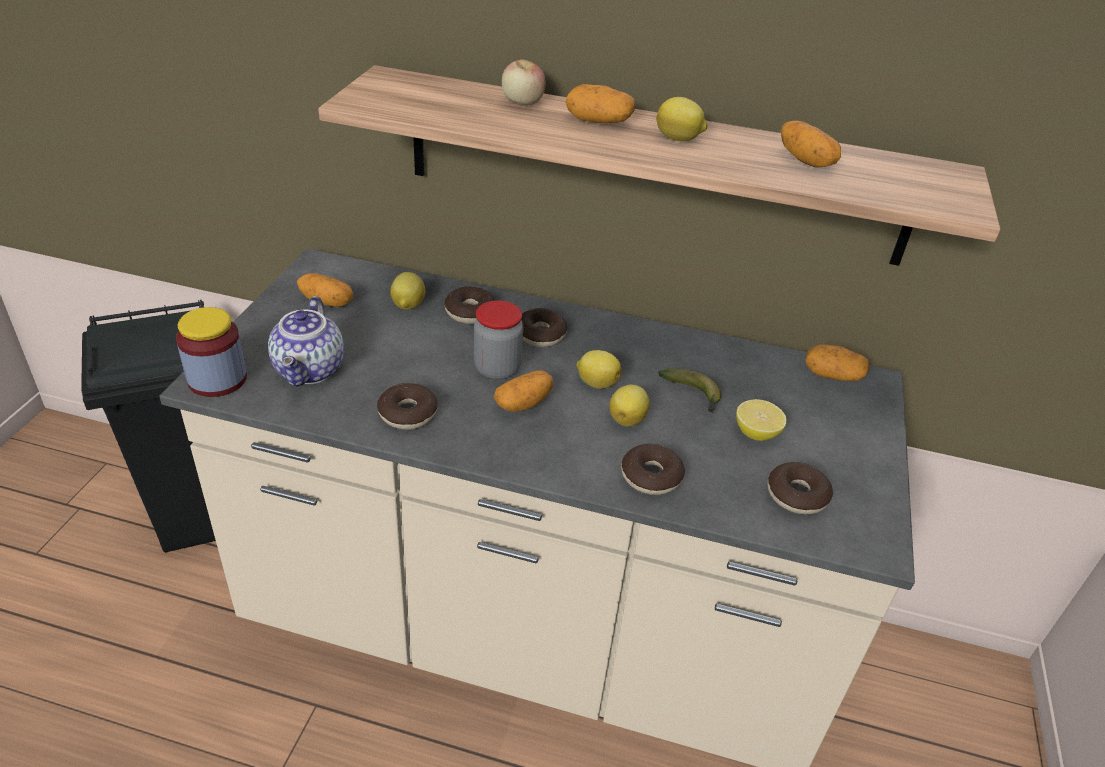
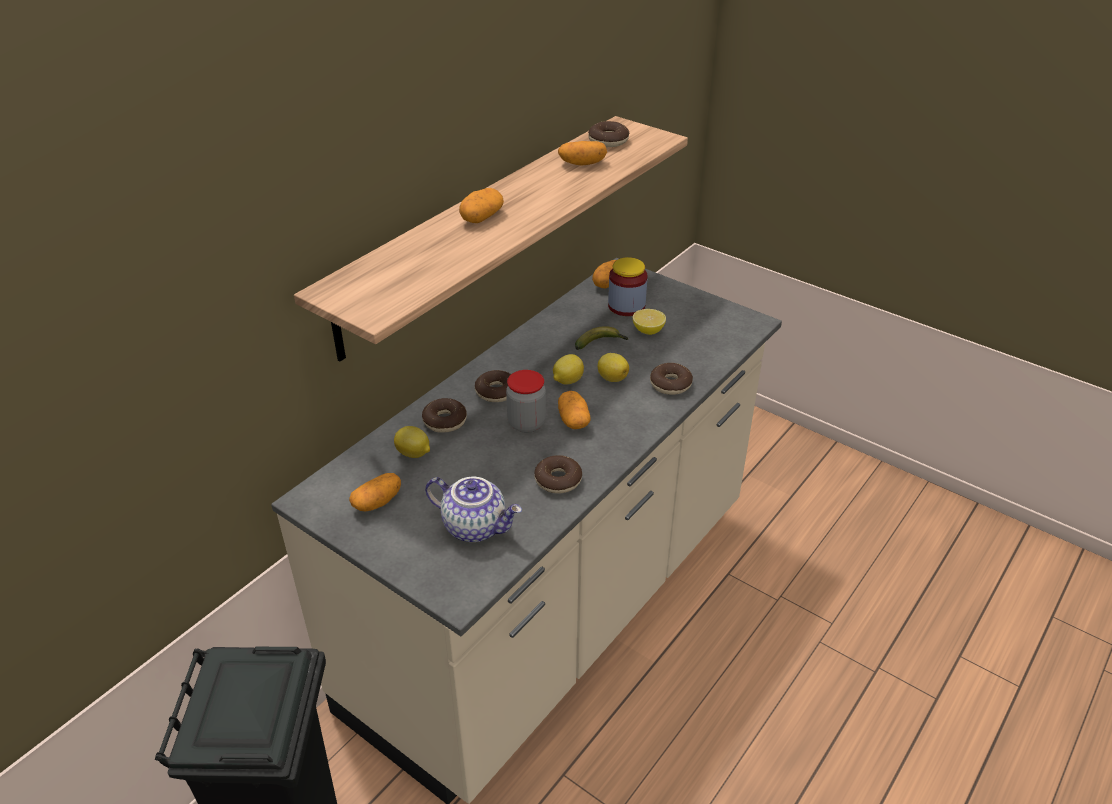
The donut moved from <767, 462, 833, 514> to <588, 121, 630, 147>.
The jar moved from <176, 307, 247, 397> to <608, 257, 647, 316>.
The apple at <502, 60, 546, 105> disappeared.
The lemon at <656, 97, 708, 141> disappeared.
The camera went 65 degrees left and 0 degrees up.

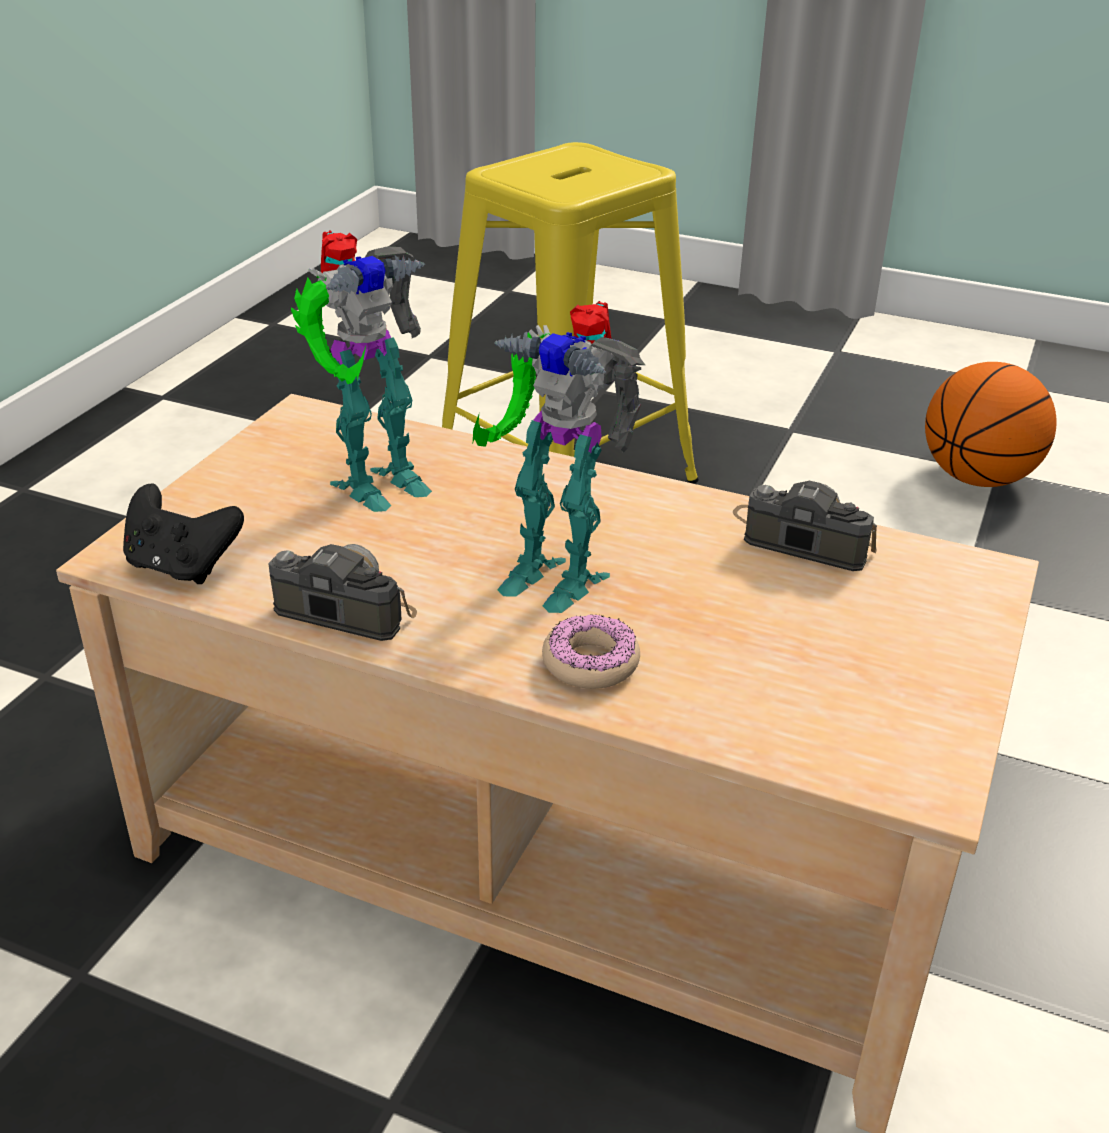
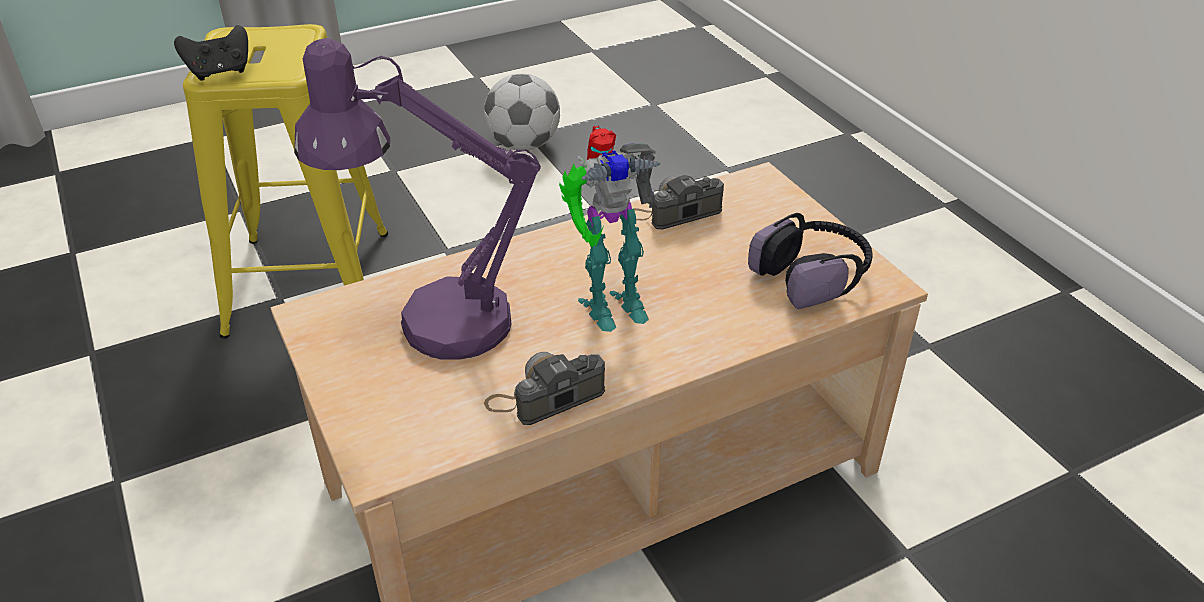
The black game controller moved from <123, 484, 244, 584> to <174, 25, 248, 81>.
The toy robot at <291, 231, 432, 512> was replaced by the purple table lamp at <294, 38, 541, 360>.
The basketball at <925, 362, 1057, 487> was replaced by the football at <484, 73, 560, 150>.
The headphones at <748, 213, 872, 309> appeared.
The donut at <542, 614, 640, 689> disappeared.
The camera went 50 degrees left and 5 degrees up.

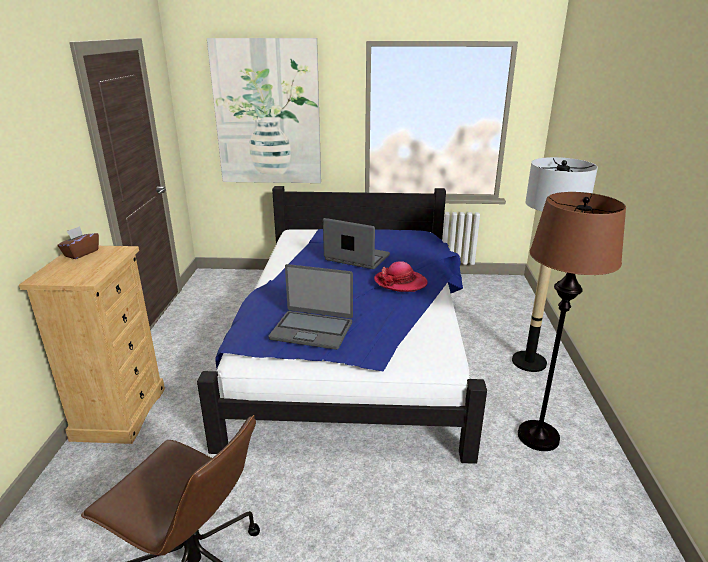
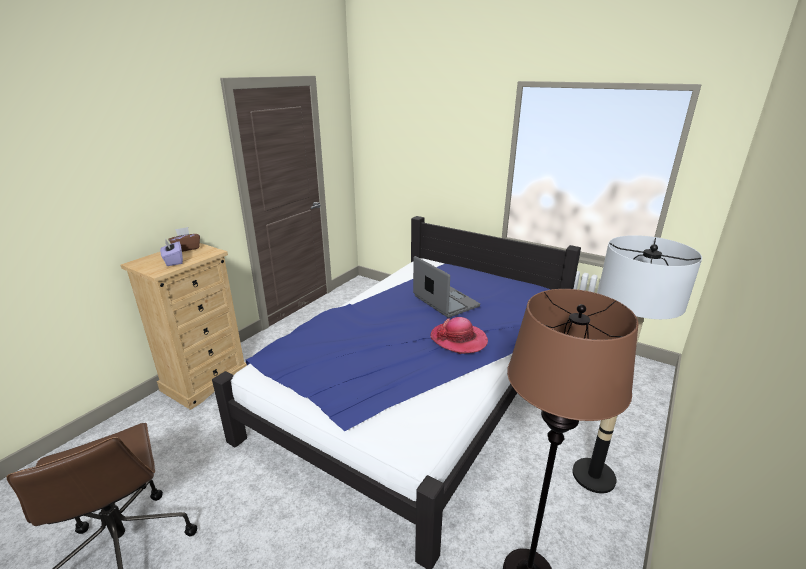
The purple tissue box at <160, 240, 183, 266> appeared.
The picture at <207, 38, 321, 183> disappeared.
The laptop at <268, 264, 353, 350> disappeared.
The camera went 30 degrees right and 0 degrees up.

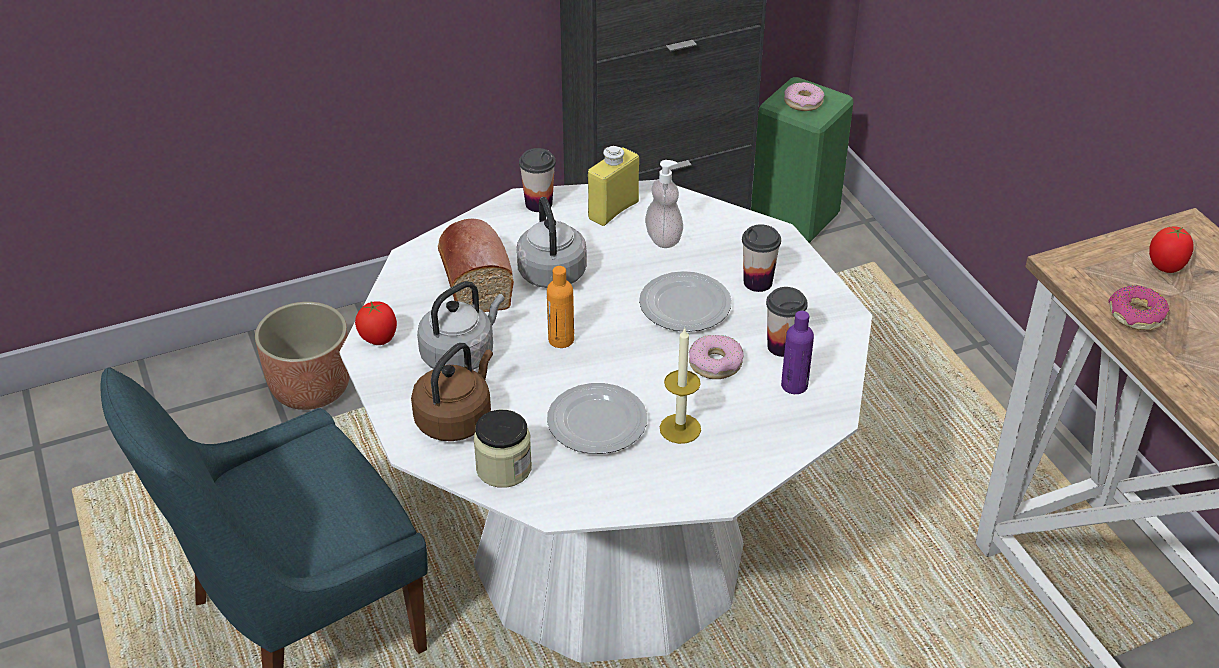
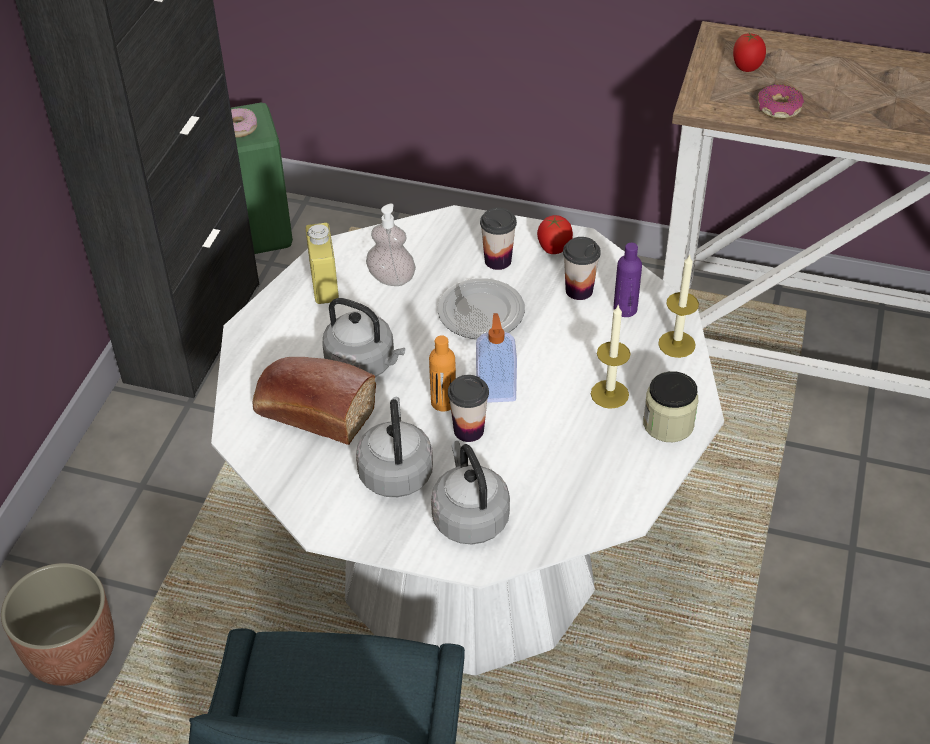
The brown kettle at <411, 343, 493, 441> became the grey kettle at <431, 441, 510, 544>.
The cup moved from <519, 148, 556, 212> to <448, 375, 489, 442>.
The soap dispenser at <476, 313, 517, 403> appeared.
The tomato moved from <355, 301, 397, 345> to <537, 215, 573, 254>.
The jar moved from <474, 410, 532, 488> to <643, 371, 698, 442>.
The candle at <658, 254, 699, 358> appeared.
The plate at <547, 383, 647, 454> disappeared.
The donut at <689, 335, 744, 379> disappeared.
The camera went 50 degrees left and 5 degrees up.

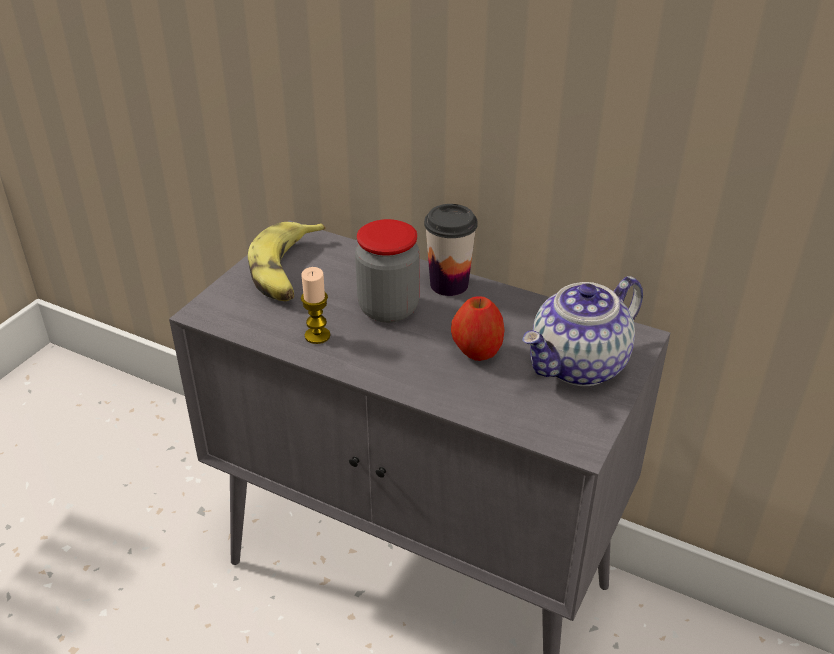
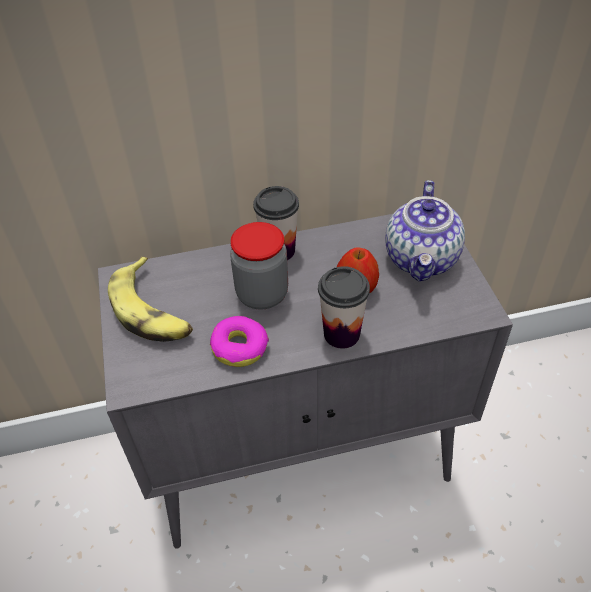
The candle at <301, 267, 330, 344> was replaced by the donut at <210, 316, 269, 367>.
The cup at <318, 266, 370, 349> appeared.
The camera went 40 degrees left and 10 degrees up.

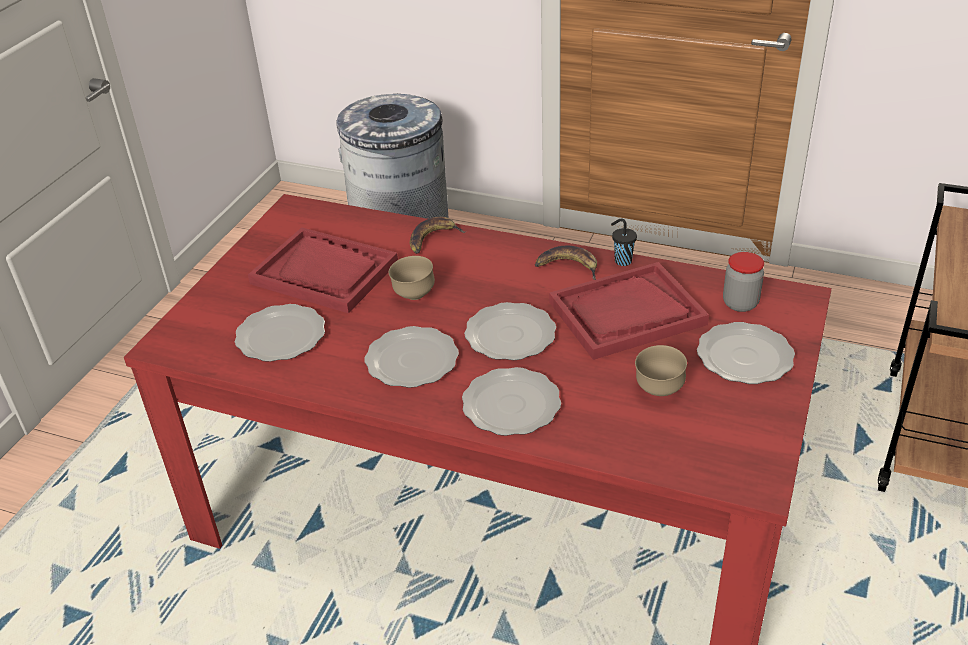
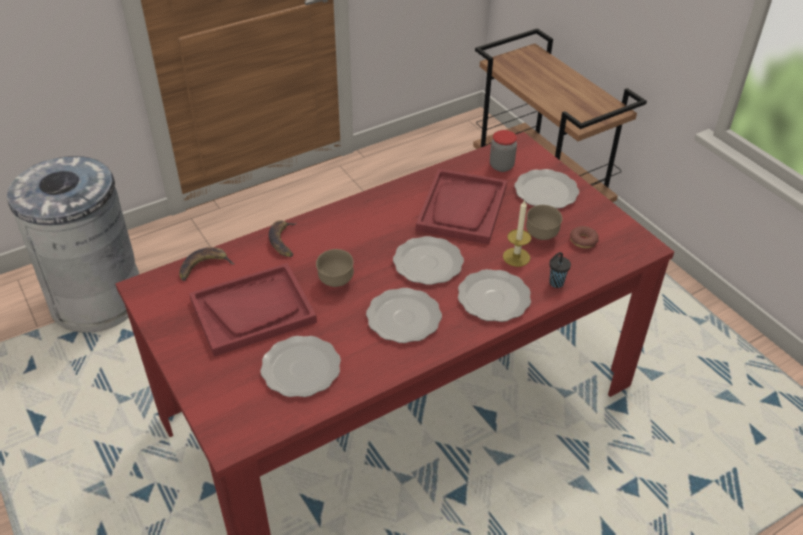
The banana moved from <535, 246, 597, 280> to <179, 247, 234, 281>.
The candle at <503, 199, 531, 267> appeared.
The black cup moved from <611, 219, 637, 266> to <549, 252, 571, 288>.
The donut at <570, 226, 599, 248> appeared.
The camera went 55 degrees left and 5 degrees up.

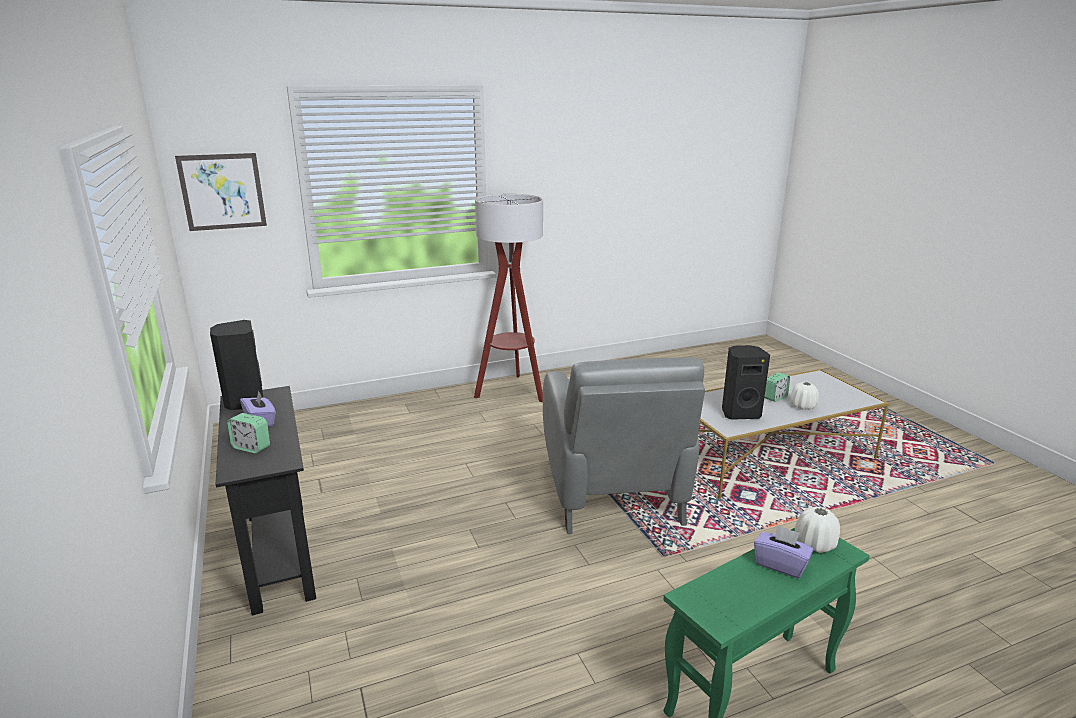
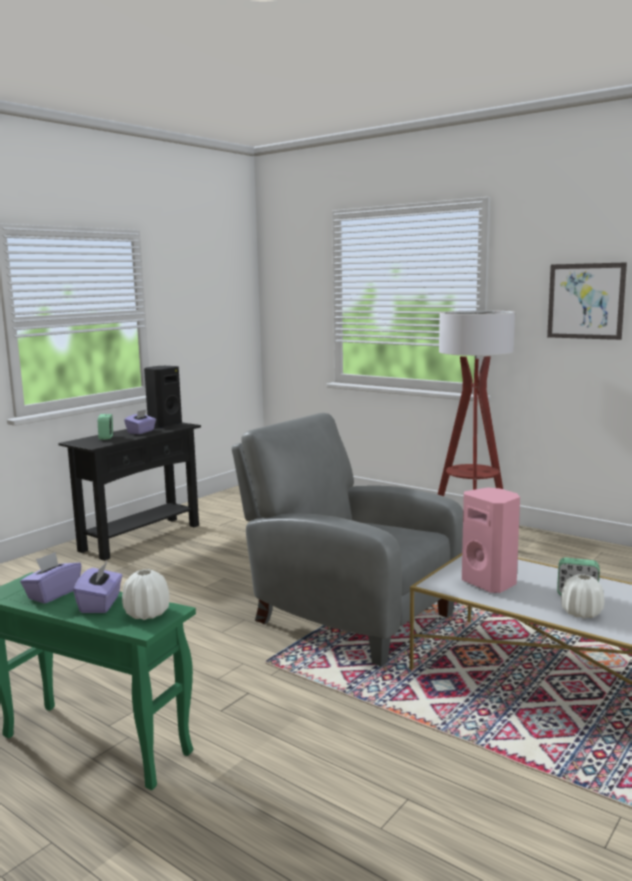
The purple tissue box at <20, 552, 81, 604> appeared.
The grey armchair at <543, 357, 705, 534> turned 75 degrees clockwise.
The black speaker at <722, 345, 770, 420> became the pink speaker at <462, 487, 520, 593>.
The picture moved from <175, 153, 267, 231> to <547, 262, 627, 340>.
The camera went 60 degrees right and 10 degrees down.

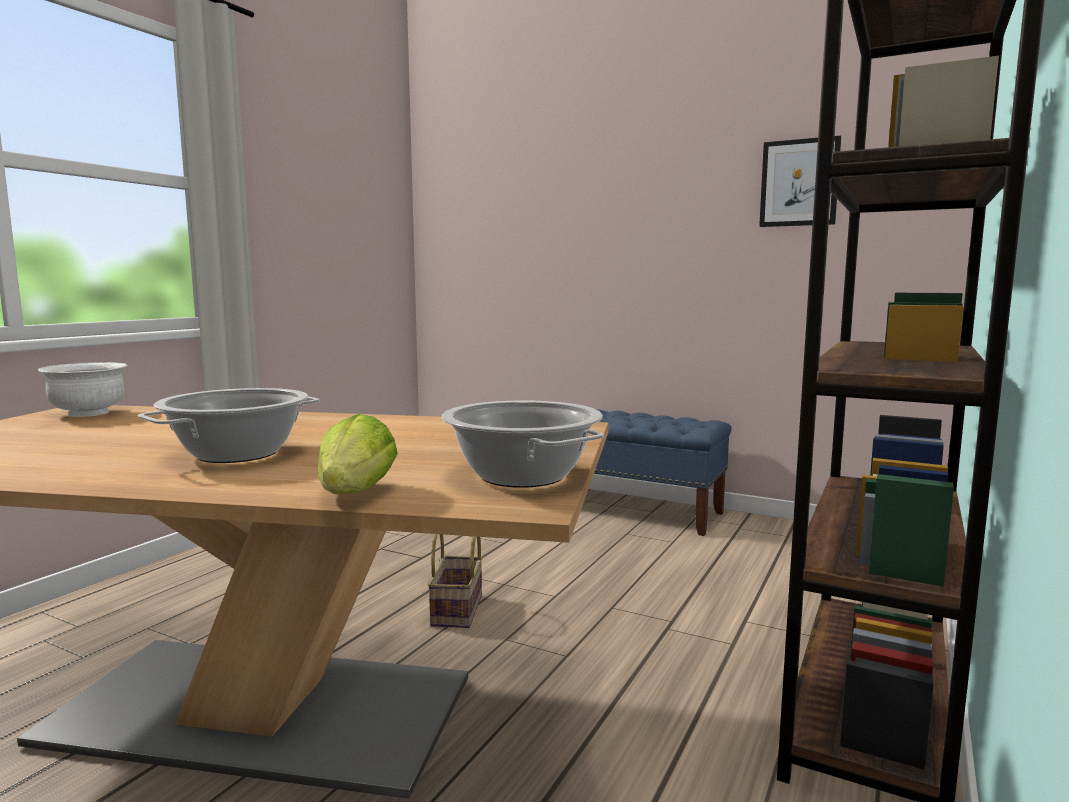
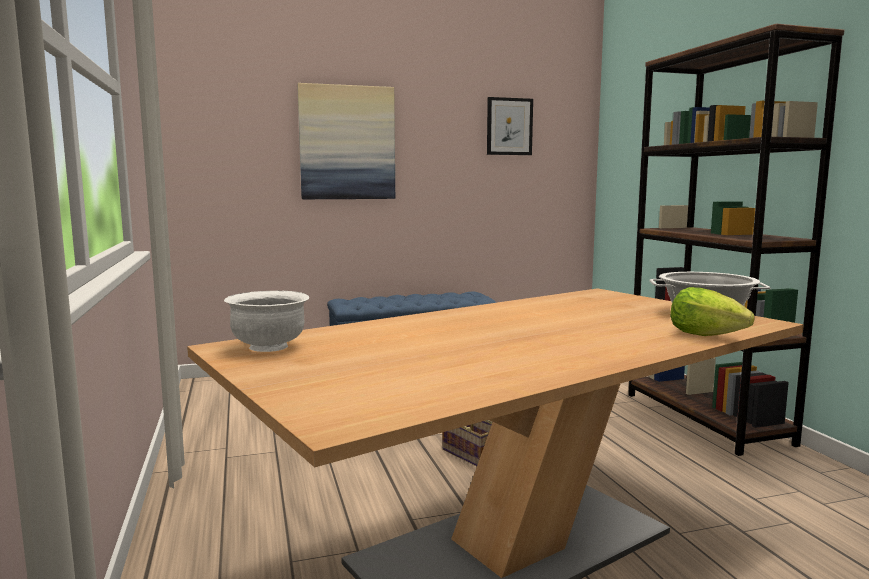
The picture at <297, 83, 395, 199> appeared.
The cooking pot at <138, 388, 320, 463> disappeared.
The camera went 45 degrees left and 0 degrees up.

